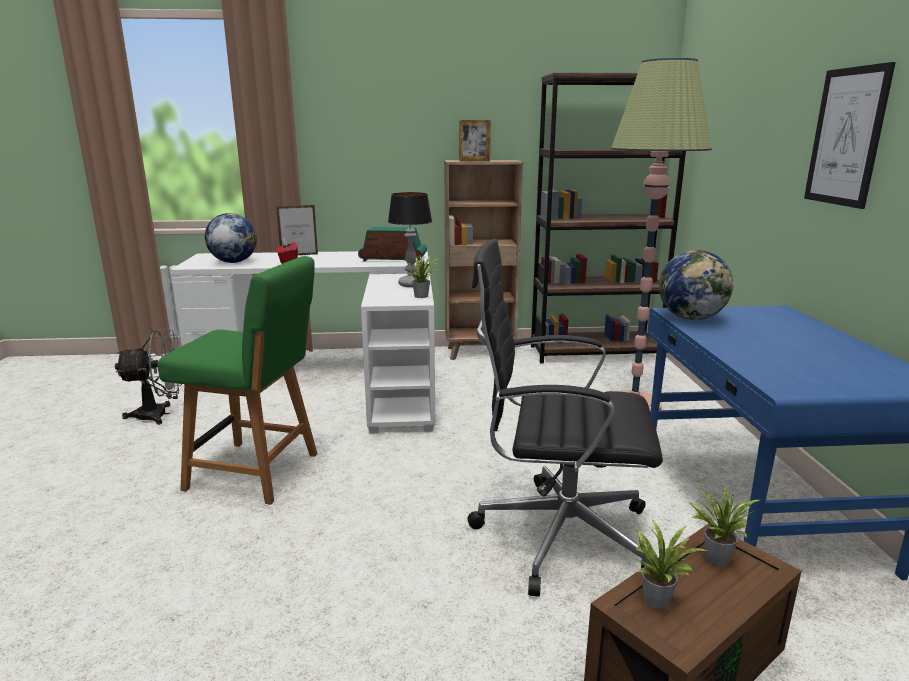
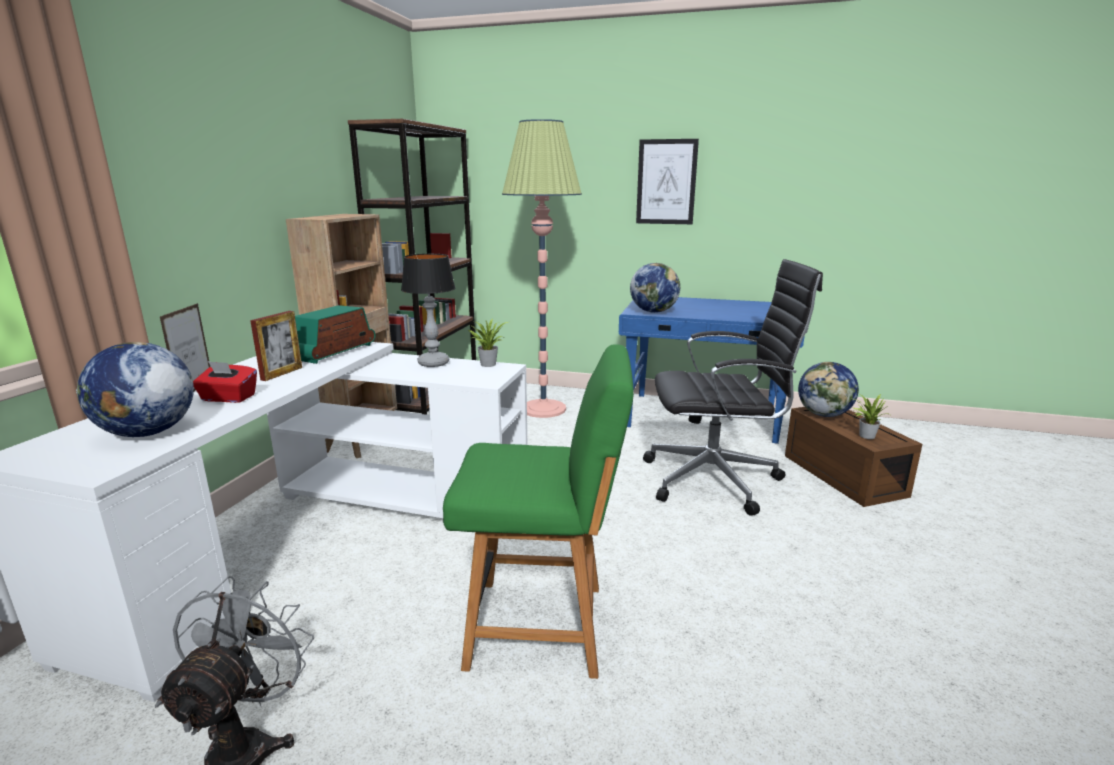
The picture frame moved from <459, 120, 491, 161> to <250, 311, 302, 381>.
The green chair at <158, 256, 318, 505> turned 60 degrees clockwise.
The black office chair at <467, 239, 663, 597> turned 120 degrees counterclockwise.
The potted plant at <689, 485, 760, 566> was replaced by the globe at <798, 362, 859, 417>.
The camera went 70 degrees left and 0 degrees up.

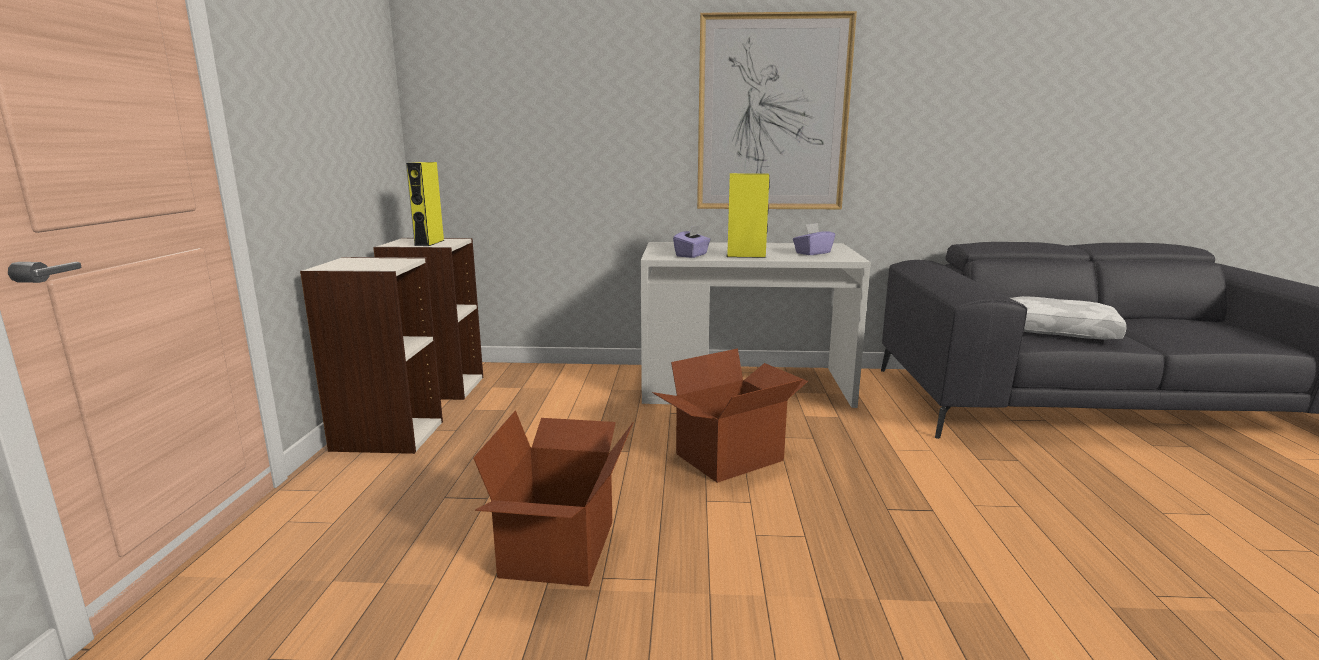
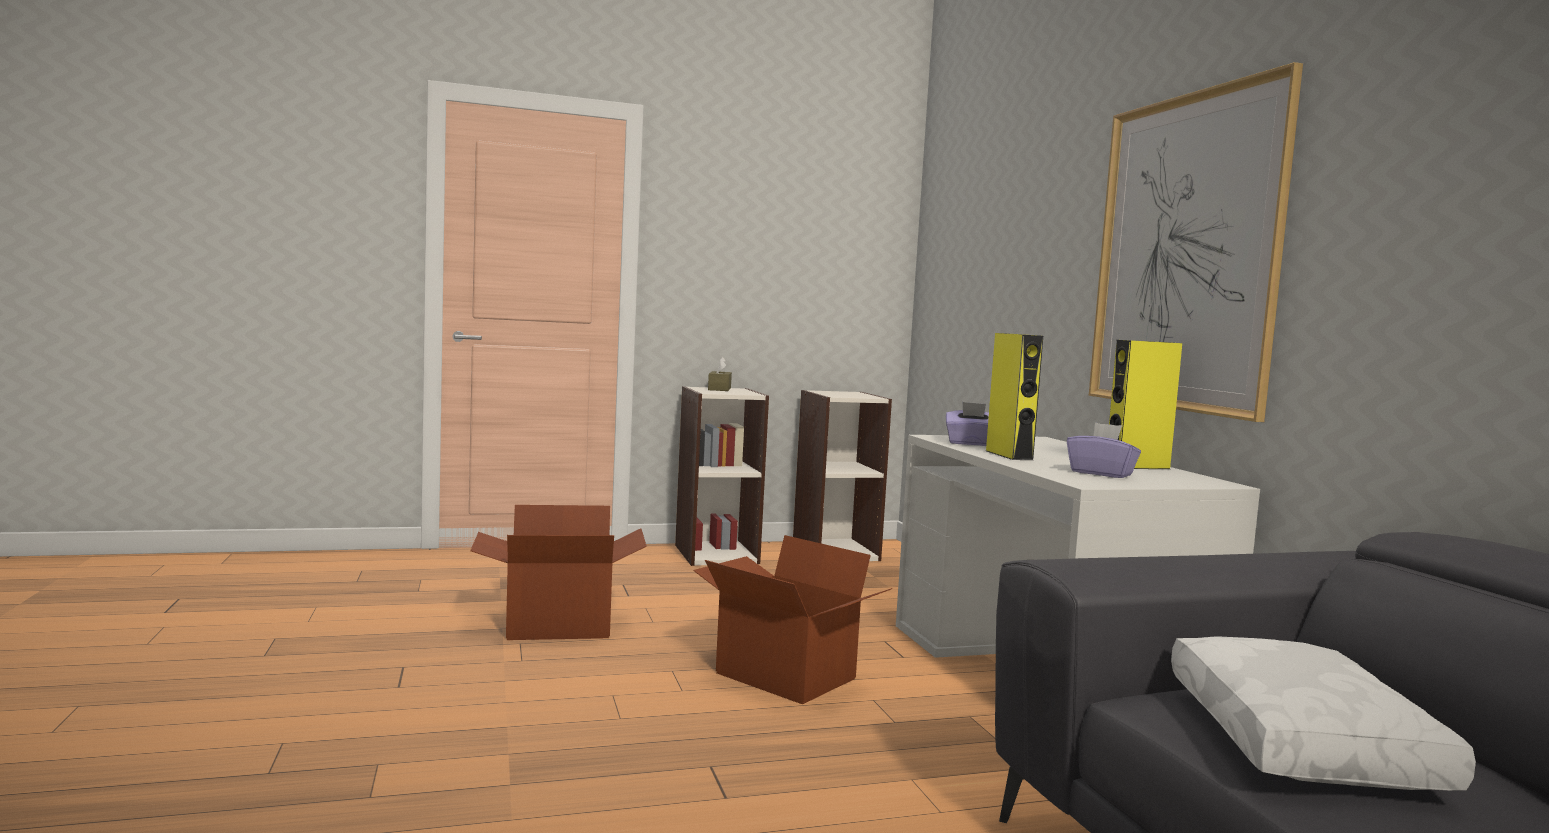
The brown tissue box at <708, 357, 732, 391> appeared.
The yellow speaker moved from <406, 162, 445, 246> to <1109, 340, 1182, 469>.
The camera went 70 degrees right and 10 degrees down.

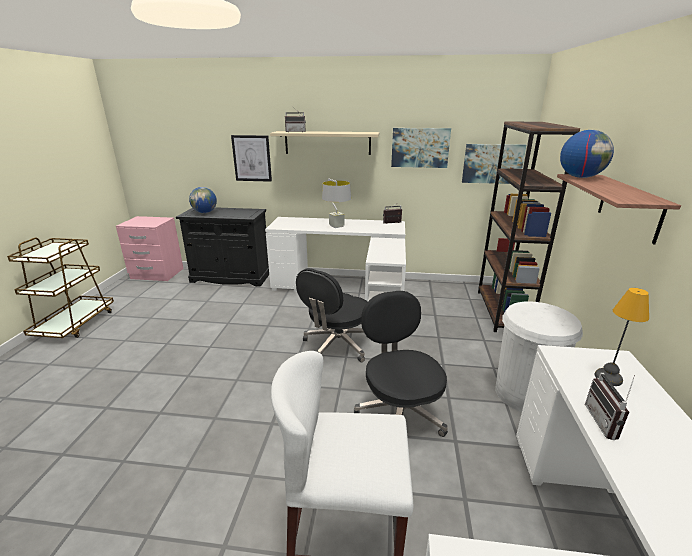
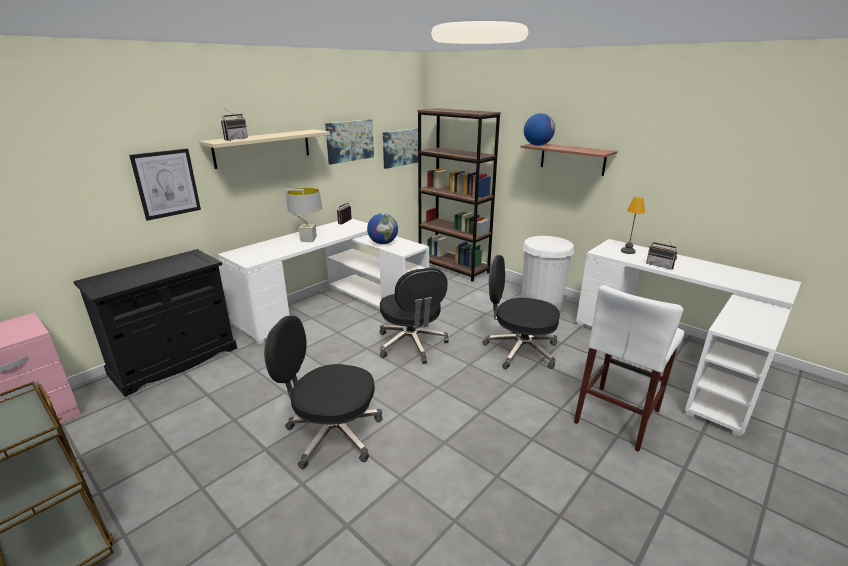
The black office chair at <264, 316, 383, 470> appeared.
The globe moved from <189, 187, 217, 213> to <367, 213, 398, 244>.
The camera went 55 degrees left and 0 degrees up.

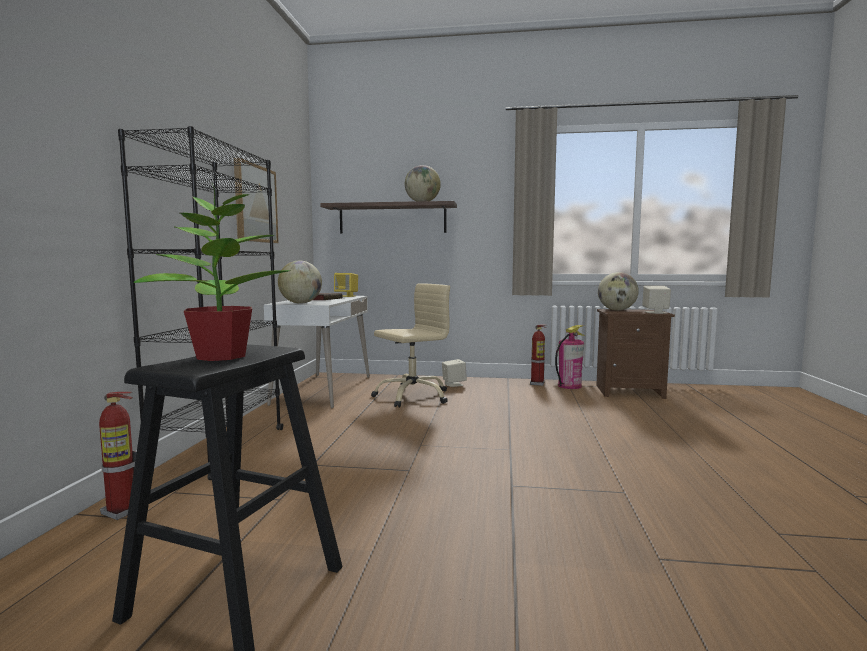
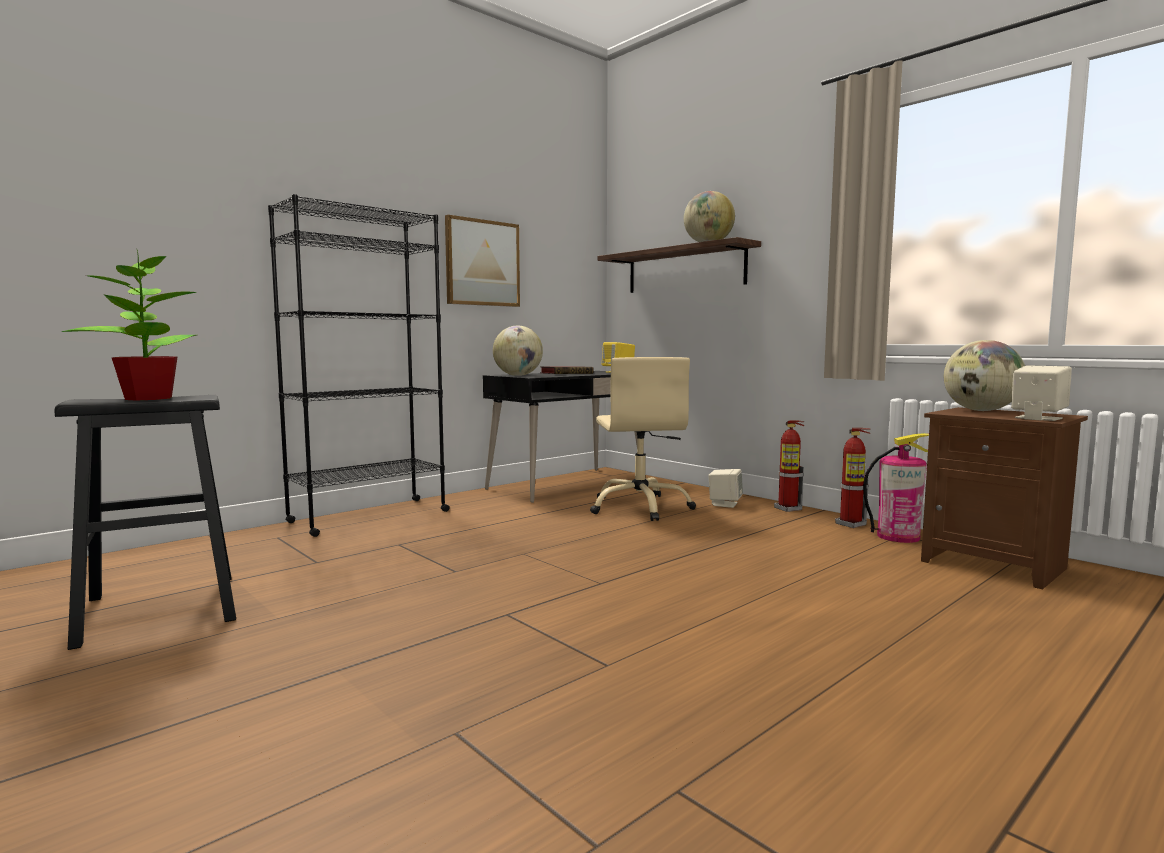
The white desk at <264, 296, 370, 408> became the black desk at <483, 371, 637, 503>.
The beige office chair at <371, 283, 450, 408> turned 75 degrees clockwise.
The fire extinguisher moved from <99, 392, 137, 520> to <774, 420, 805, 512>.
The camera went 40 degrees right and 0 degrees up.

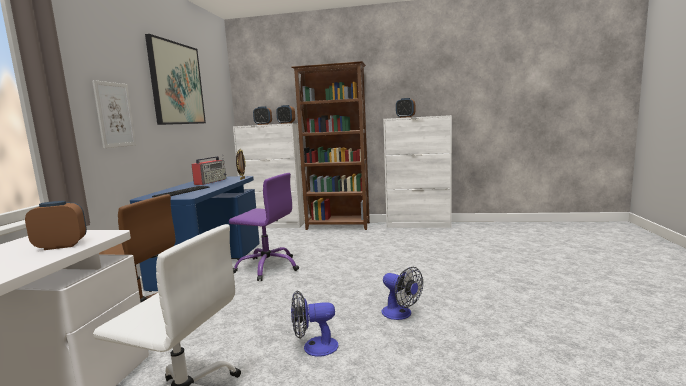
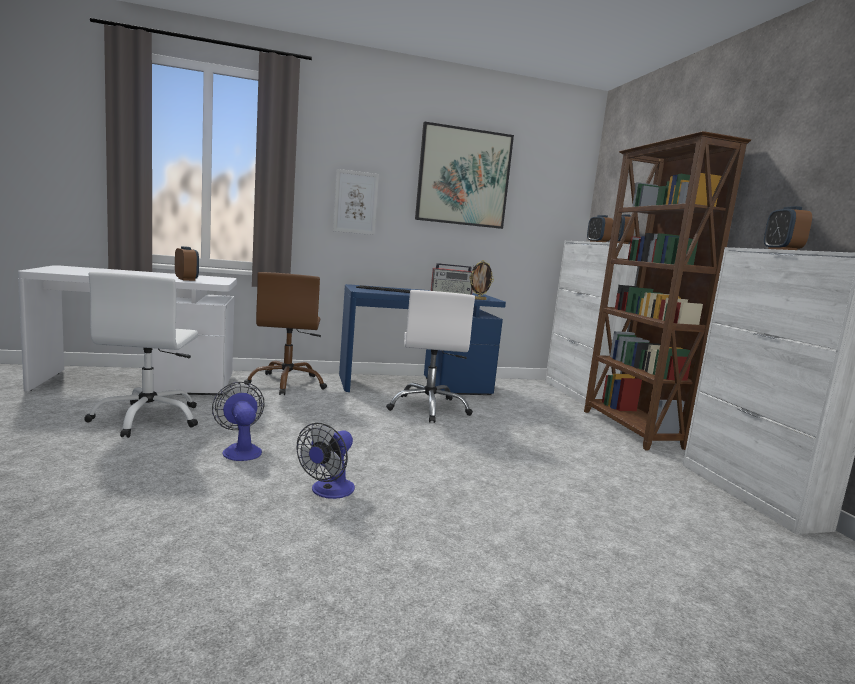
The purple office chair at <229, 173, 299, 281> became the white office chair at <386, 290, 475, 423>.
The camera went 65 degrees right and 0 degrees up.

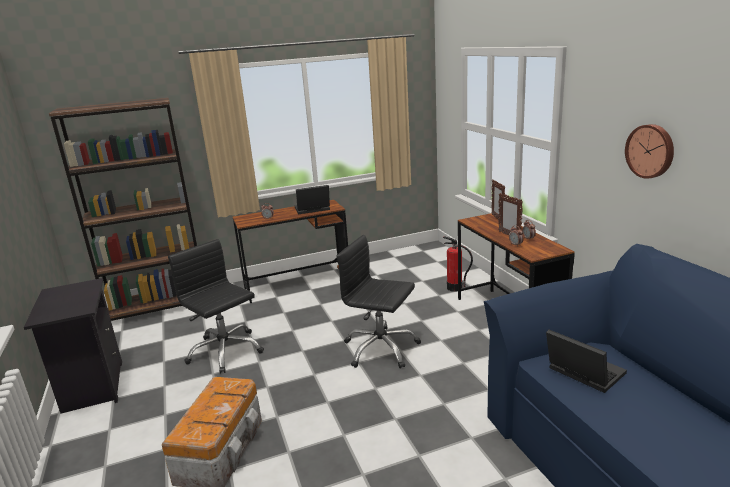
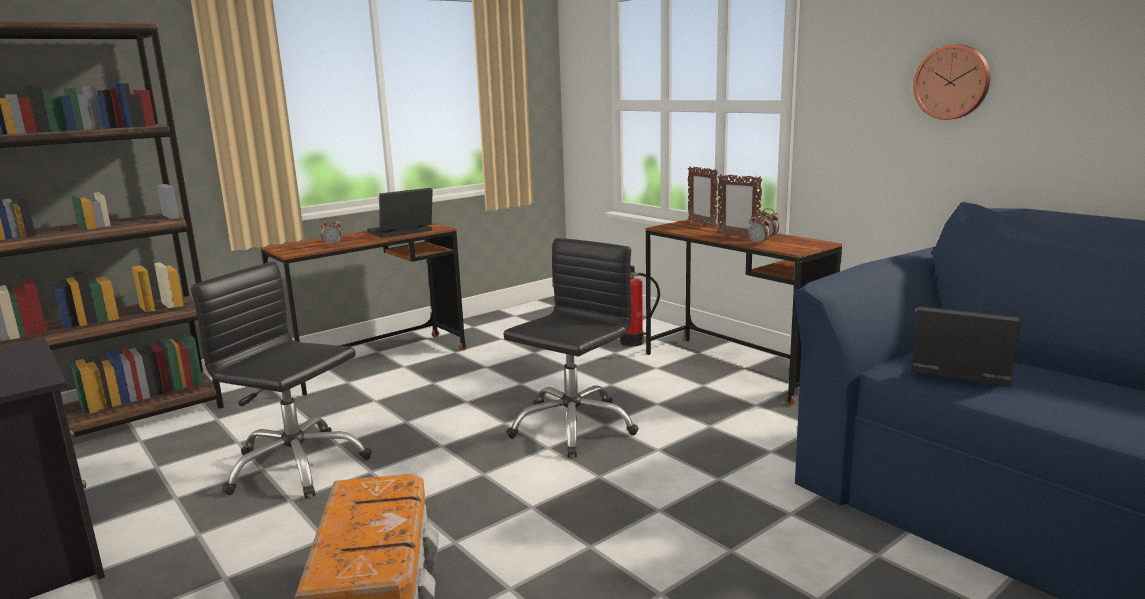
The black office chair at <336, 235, 421, 369> turned 120 degrees clockwise.
The camera went 20 degrees left and 5 degrees down.

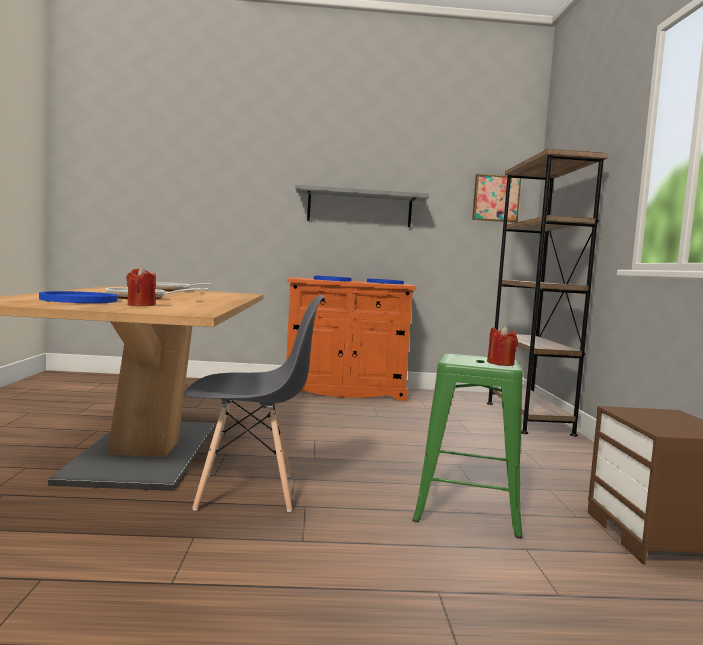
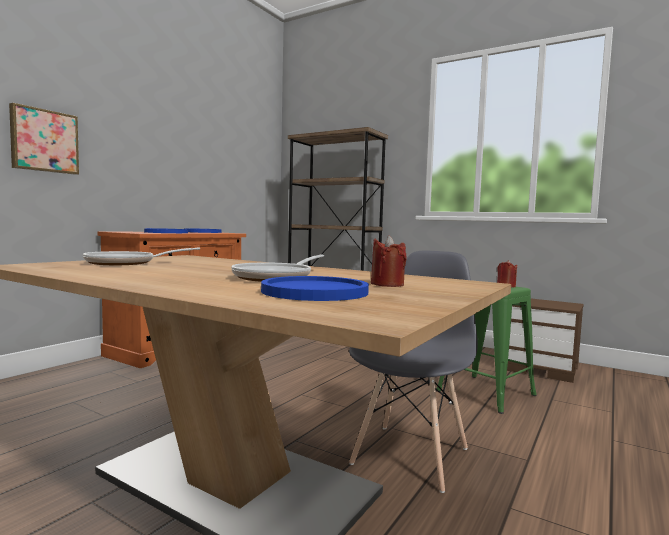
The picture moved from <472, 174, 521, 223> to <9, 103, 79, 175>.
The grey shelf at <295, 184, 429, 227> disappeared.
The camera went 55 degrees left and 0 degrees up.

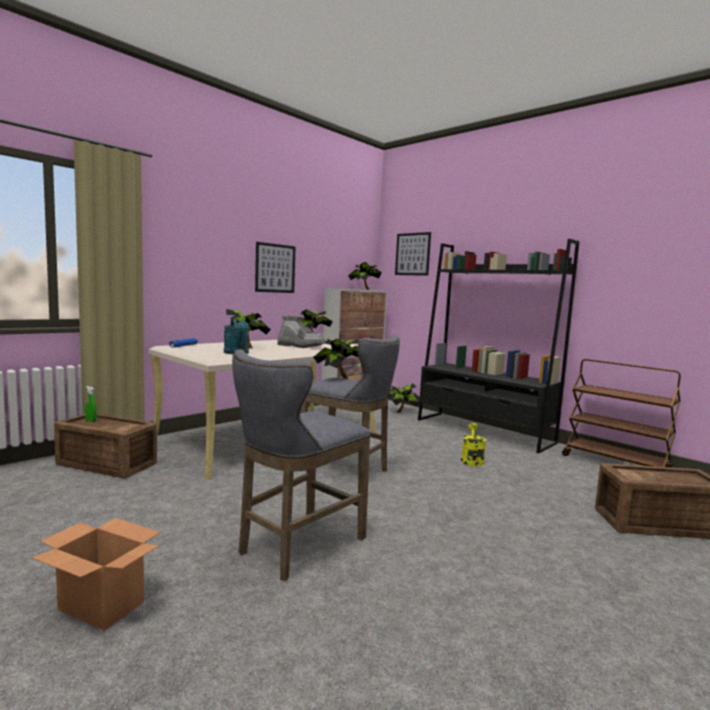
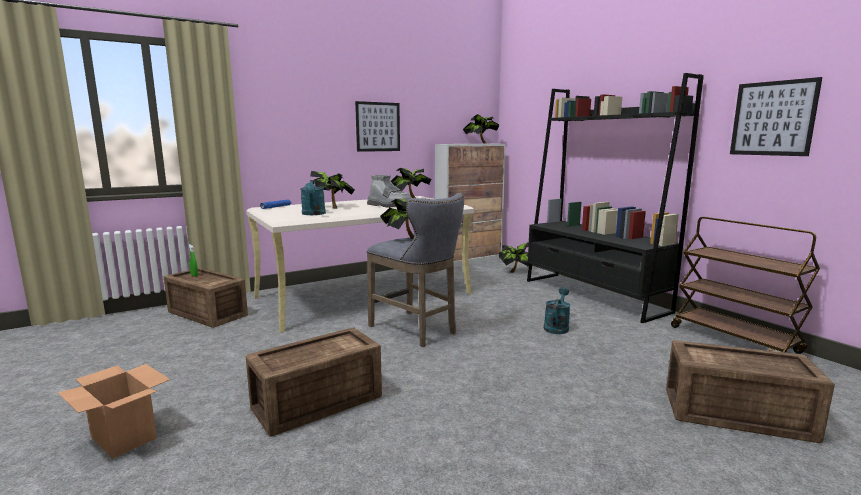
The grey stool at <232, 349, 371, 581> was replaced by the crate at <246, 328, 382, 437>.
The yellow watering can at <461, 423, 486, 466> became the turquoise watering can at <544, 287, 571, 334>.
The picture moved from <395, 232, 431, 276> to <730, 77, 822, 156>.
The camera went 15 degrees right and 5 degrees up.

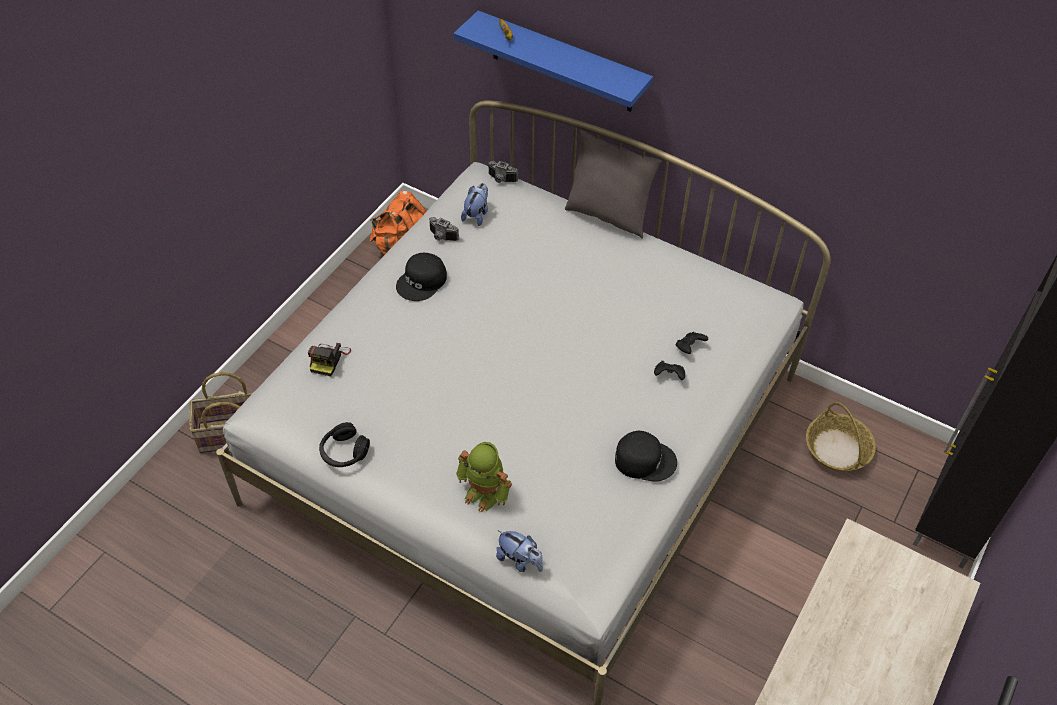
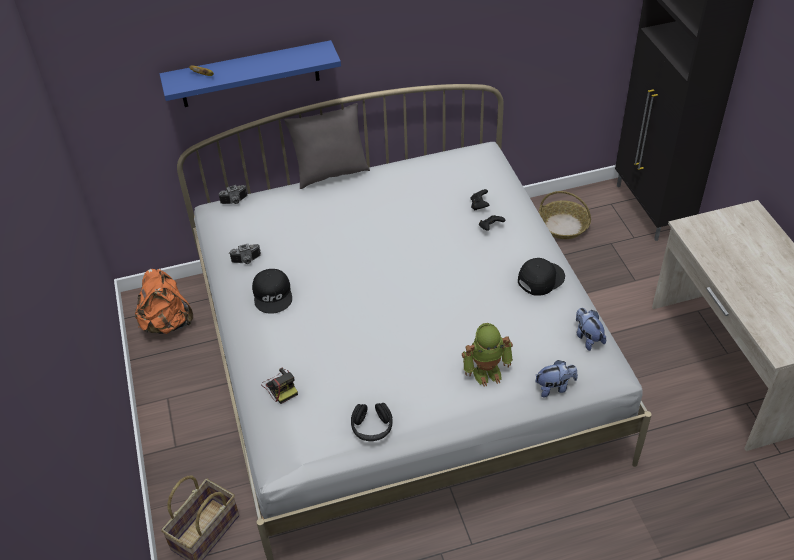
The plush toy moved from <461, 183, 488, 226> to <576, 308, 606, 351>.
The camera went 45 degrees left and 5 degrees down.

